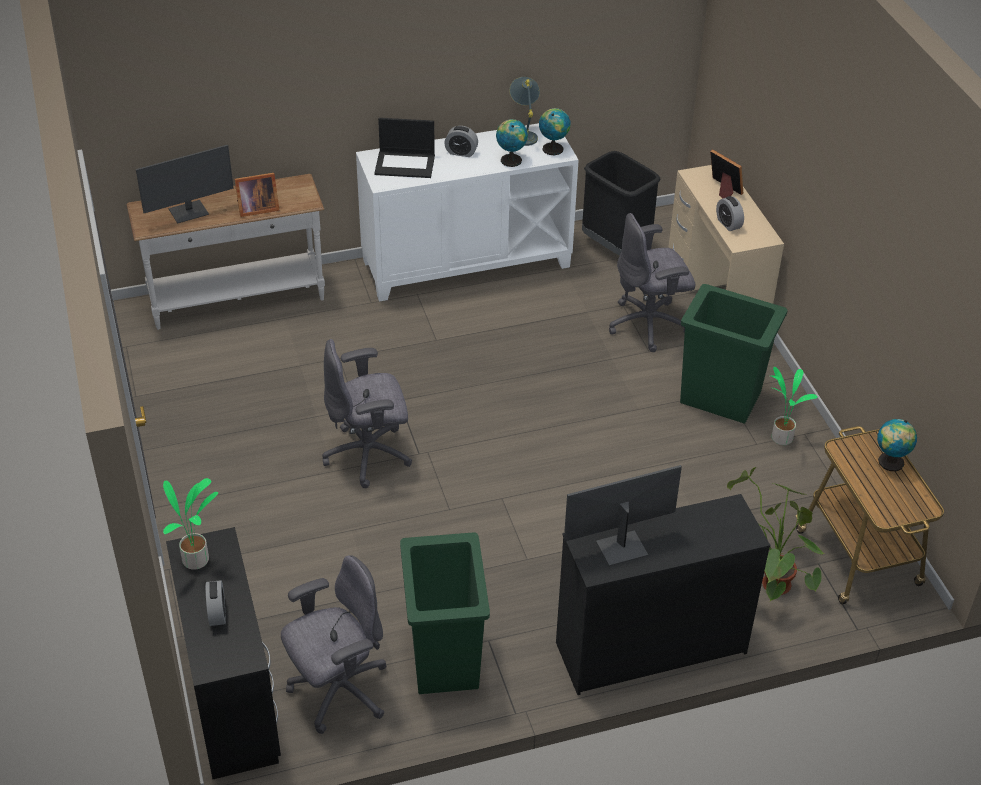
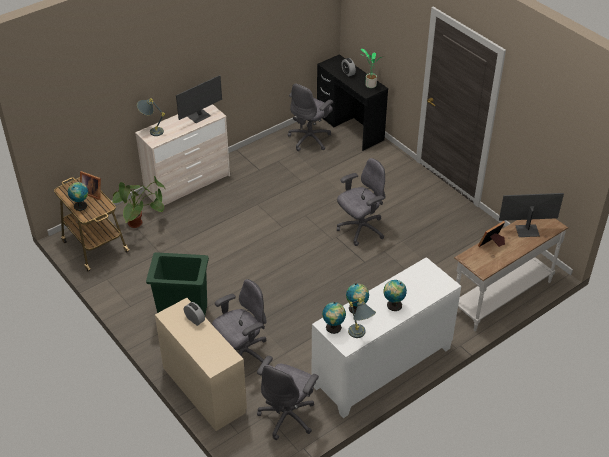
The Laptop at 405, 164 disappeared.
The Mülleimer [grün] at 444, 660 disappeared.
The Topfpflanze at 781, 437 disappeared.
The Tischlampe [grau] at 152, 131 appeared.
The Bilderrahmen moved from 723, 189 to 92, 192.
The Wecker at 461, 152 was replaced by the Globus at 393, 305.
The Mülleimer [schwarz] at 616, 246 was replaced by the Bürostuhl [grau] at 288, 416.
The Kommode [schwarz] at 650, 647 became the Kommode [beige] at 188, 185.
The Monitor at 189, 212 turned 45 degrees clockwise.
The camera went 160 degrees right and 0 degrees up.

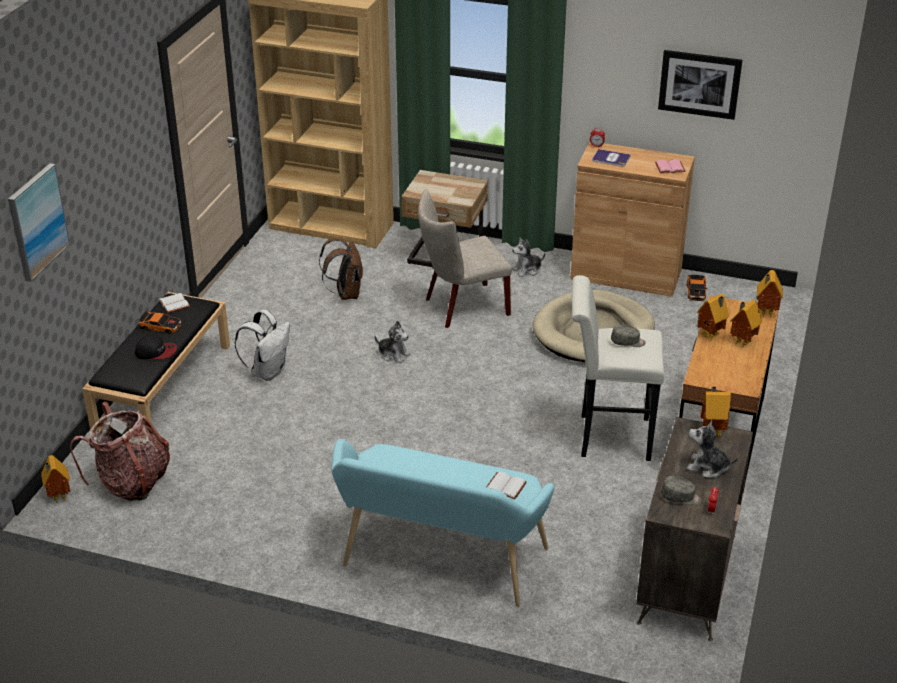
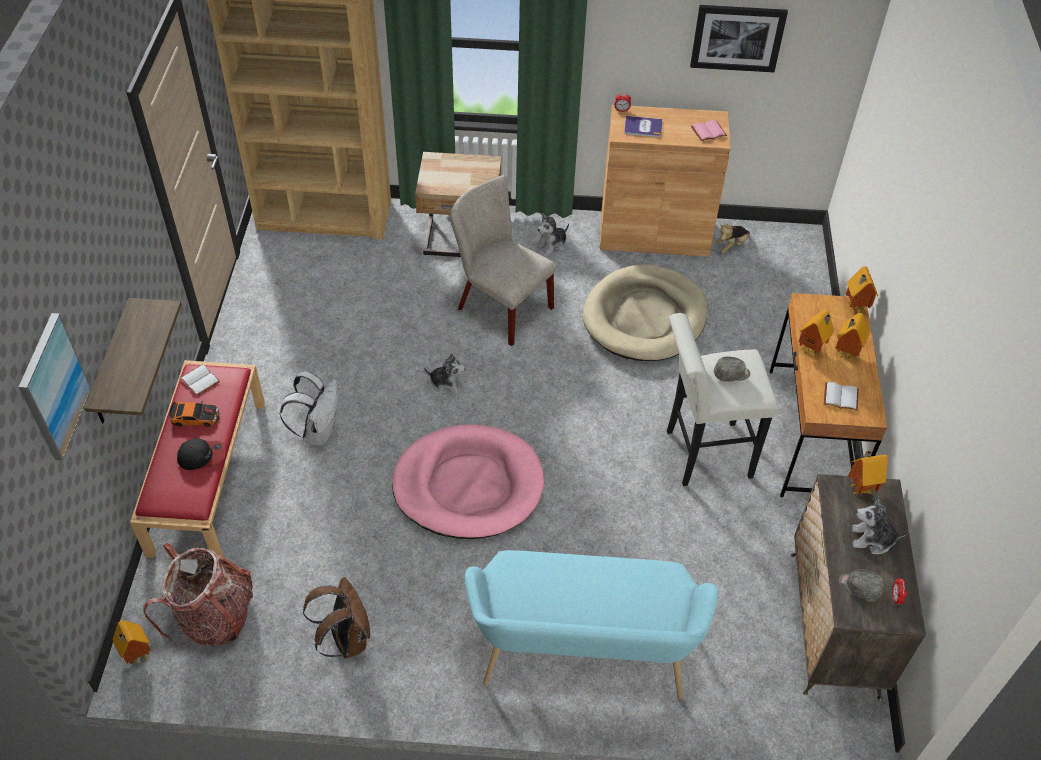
The Wandregal at 112, 365 appeared.
The Hundebett [rosa] at 468, 485 appeared.
The Rucksack [braun] moved from 345, 294 to 346, 639.
The Buch [weiß] moved from 506, 486 to 841, 396.
The Spielzeugauto at 696, 291 was replaced by the Plüschtier at 730, 246.
The Bank [schwarz] at 163, 387 became the Bank [rot] at 207, 474.
The Stuhl [beige] at 461, 307 turned 75 degrees clockwise.
The Kappe [grau] at 680, 497 turned 150 degrees counterclockwise.
The camera went 15 degrees left and 15 degrees up.

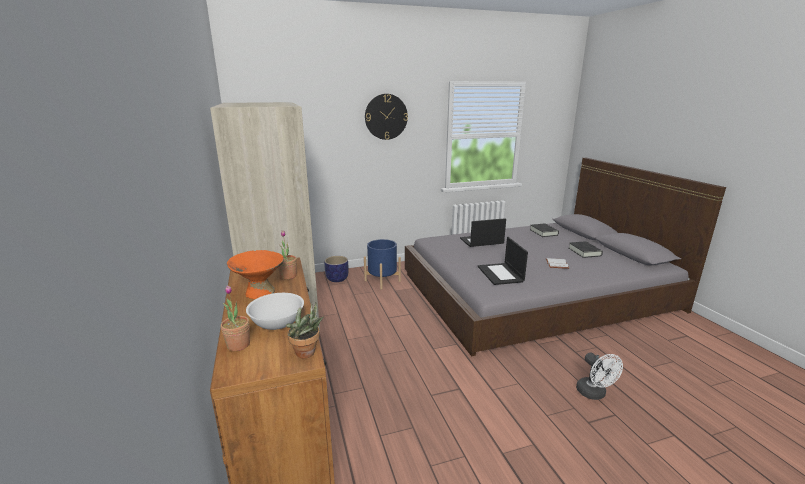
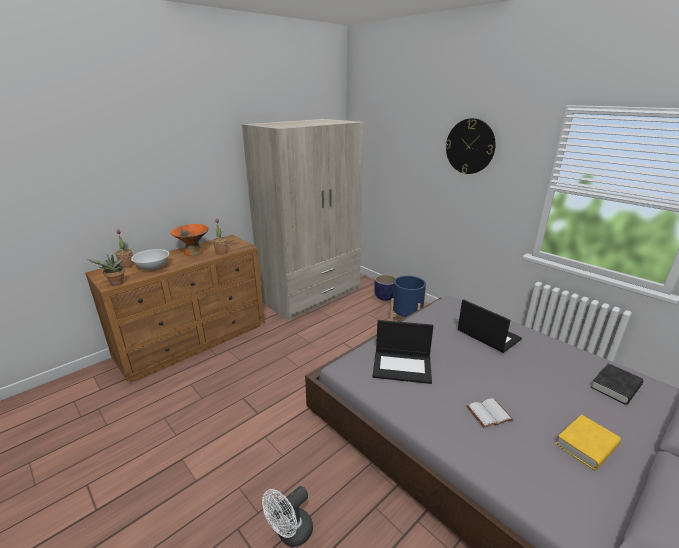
The Buch [schwarz] at 584, 252 became the Buch [gelb] at 586, 445.
The Laptop at 501, 274 turned 135 degrees counterclockwise.
The camera went 65 degrees right and 5 degrees up.

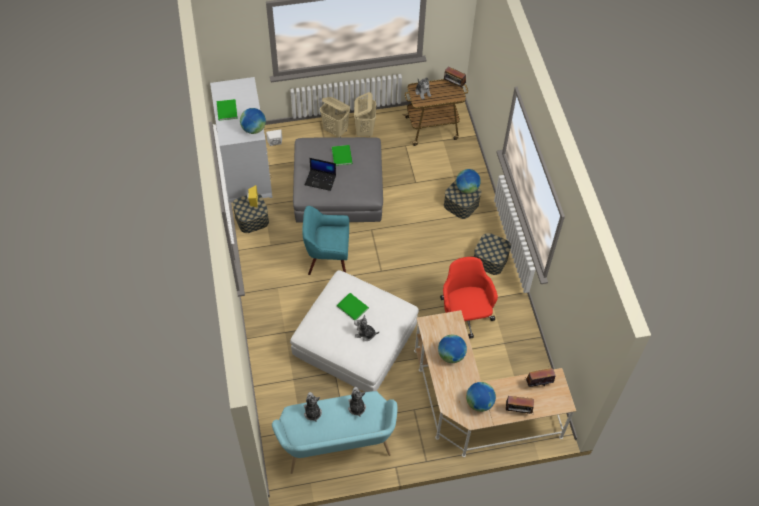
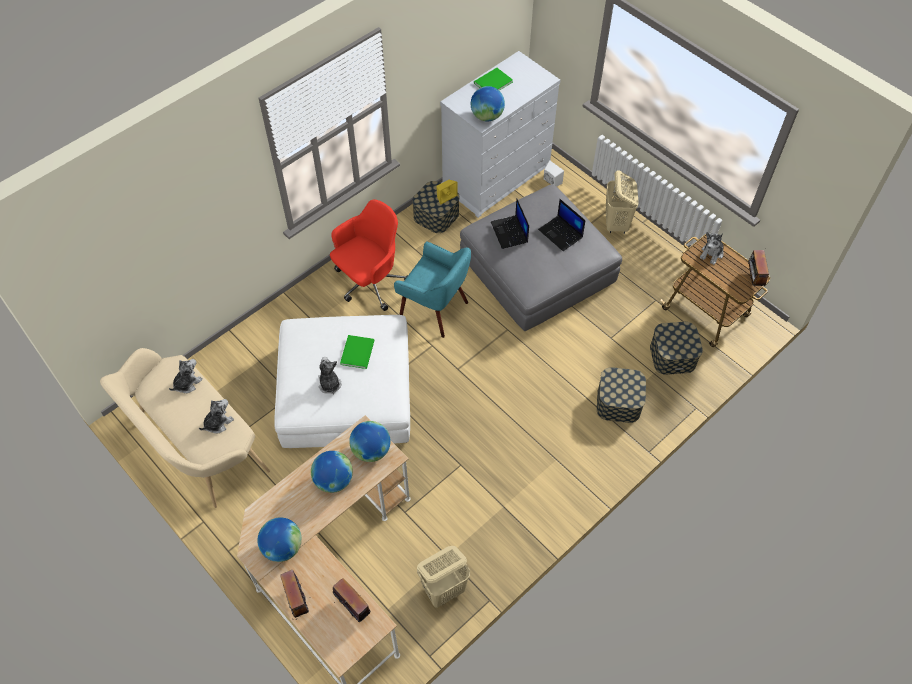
The Wäschekorb [beige] moved from 364, 130 to 444, 589.
The Bürostuhl [rot] moved from 464, 316 to 370, 282.
The Globus moved from 467, 188 to 371, 450.
The Aufbewahrungsbox moved from 490, 259 to 672, 356.
The Buch [grün] at 342, 155 was replaced by the Laptop at 561, 233.
The Bank [türkis] at 337, 447 became the Bank [beige] at 197, 448.
The Sessel [türkis] at 327, 259 turned 150 degrees clockwise.
The camera went 60 degrees right and 0 degrees up.

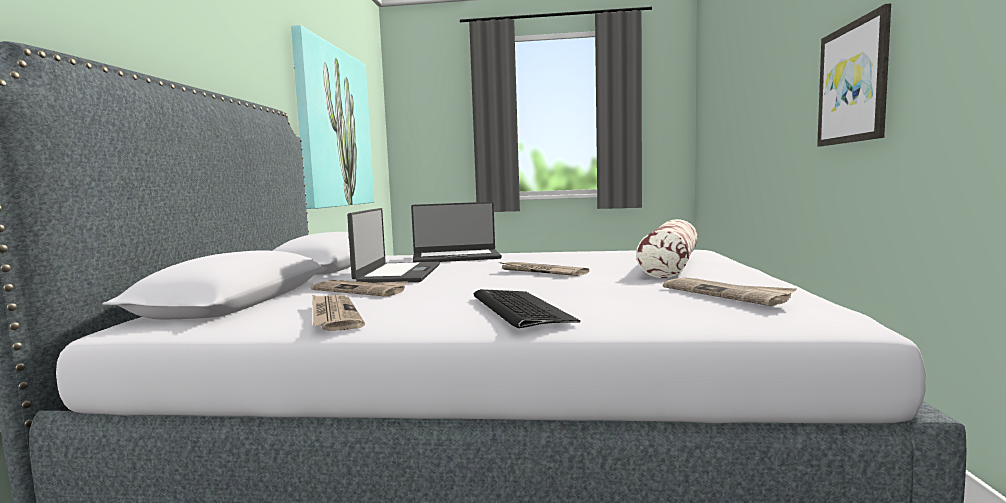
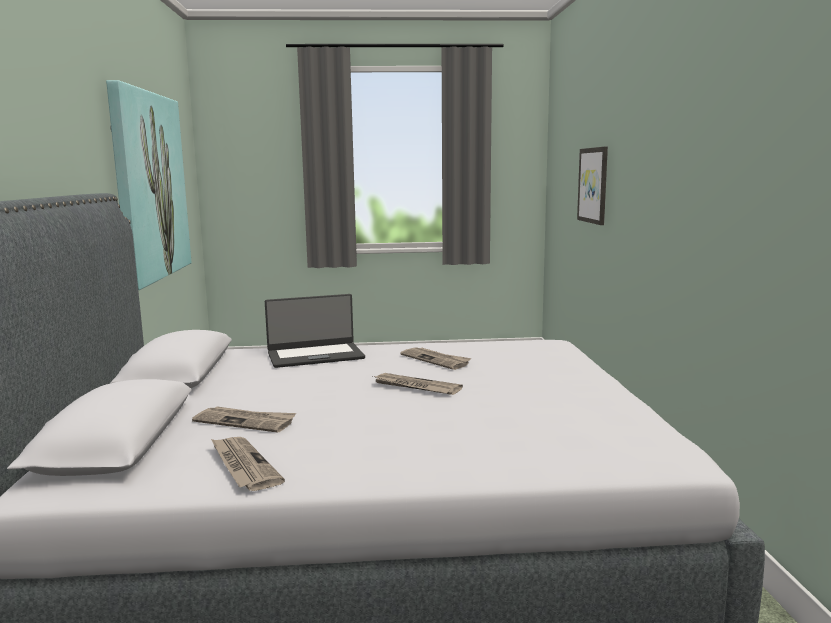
The Laptop at 398, 274 disappeared.
The Tastatur at 519, 309 disappeared.
The Kissen at 670, 265 disappeared.
The Zeitung moved from 726, 294 to 436, 360.
The Bild moved from 854, 83 to 593, 185.
The camera went 10 degrees left and 5 degrees up.

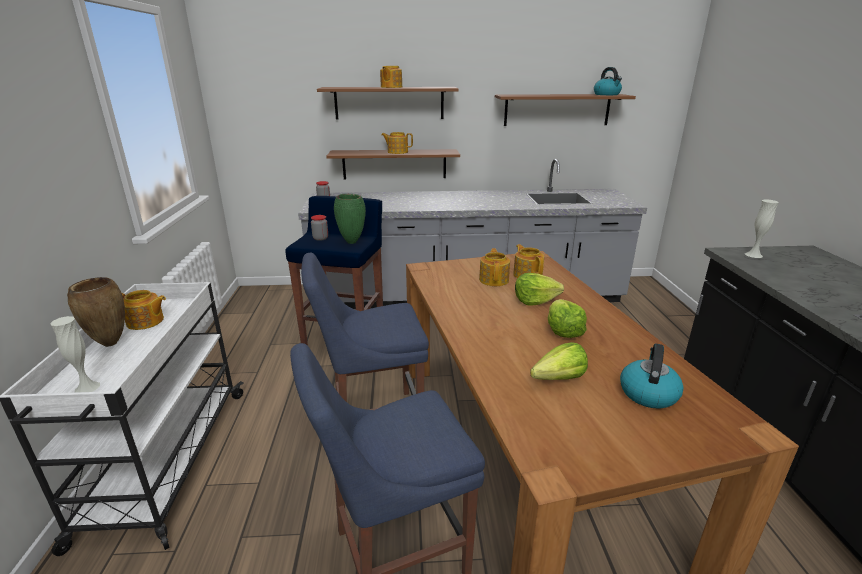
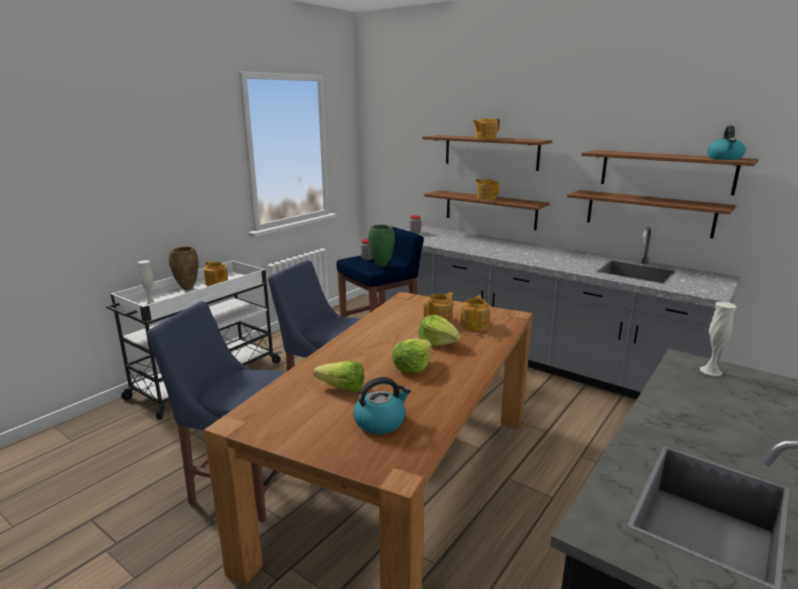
The Wandregal [braun] at 649, 213 appeared.
The camera went 40 degrees right and 5 degrees down.

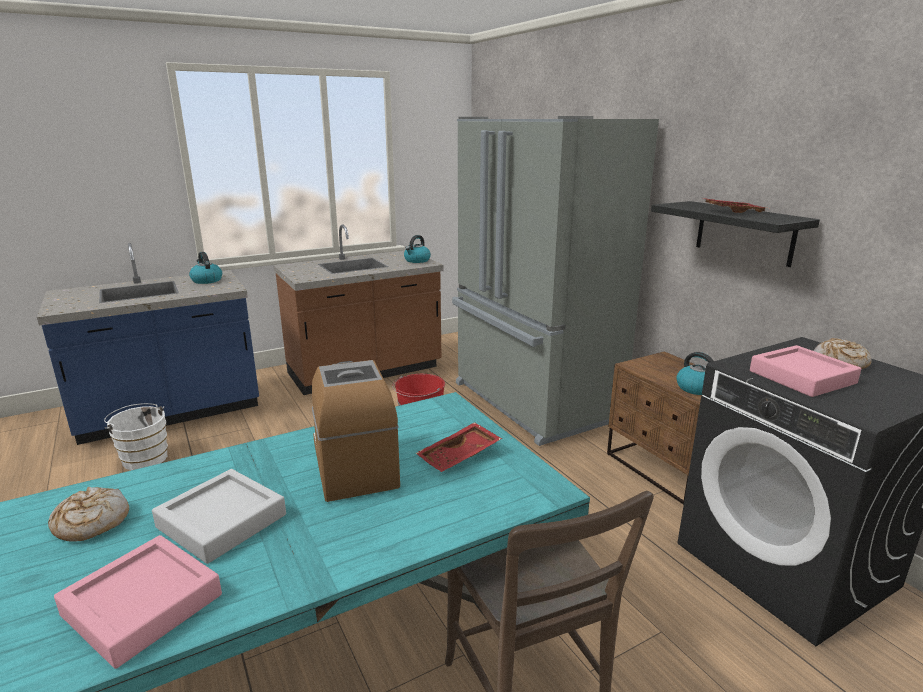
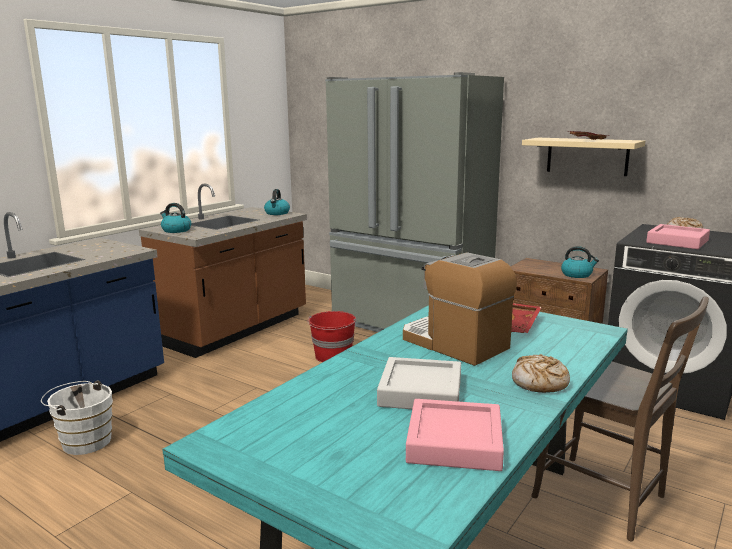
The Brot moved from 91, 523 to 539, 382.
The Wasserkessel moved from 206, 280 to 176, 230.
The Wandregal [schwarz] at 744, 233 became the Wandregal [beige] at 587, 156.
The camera went 25 degrees left and 5 degrees down.

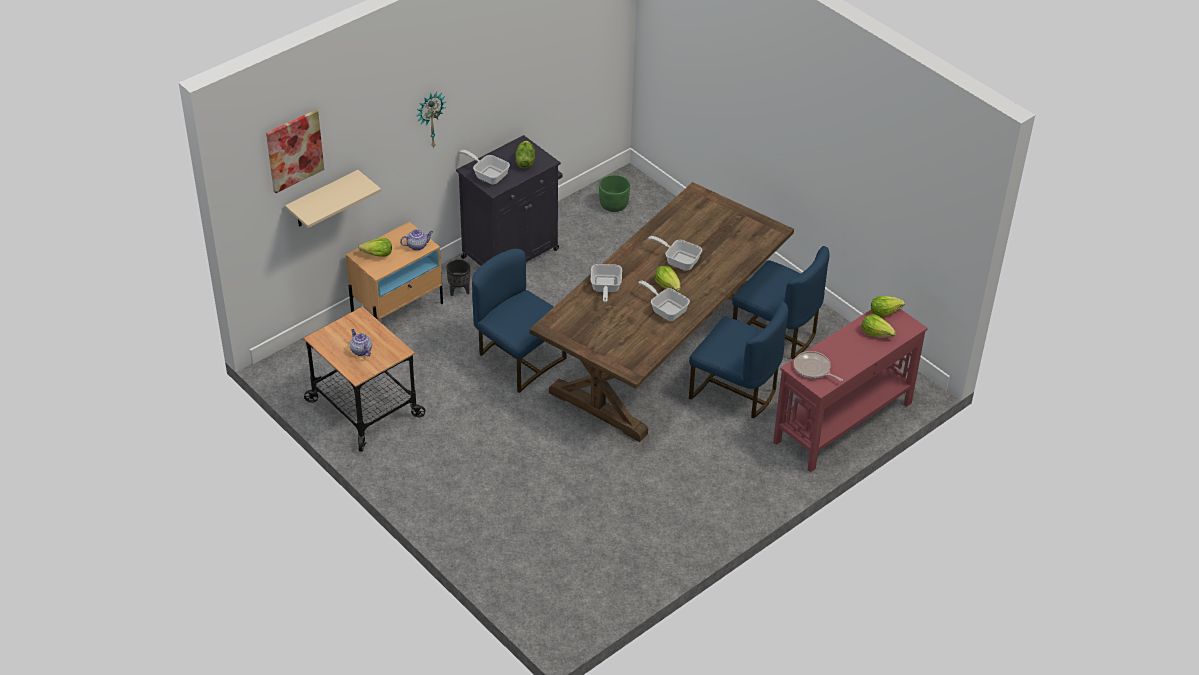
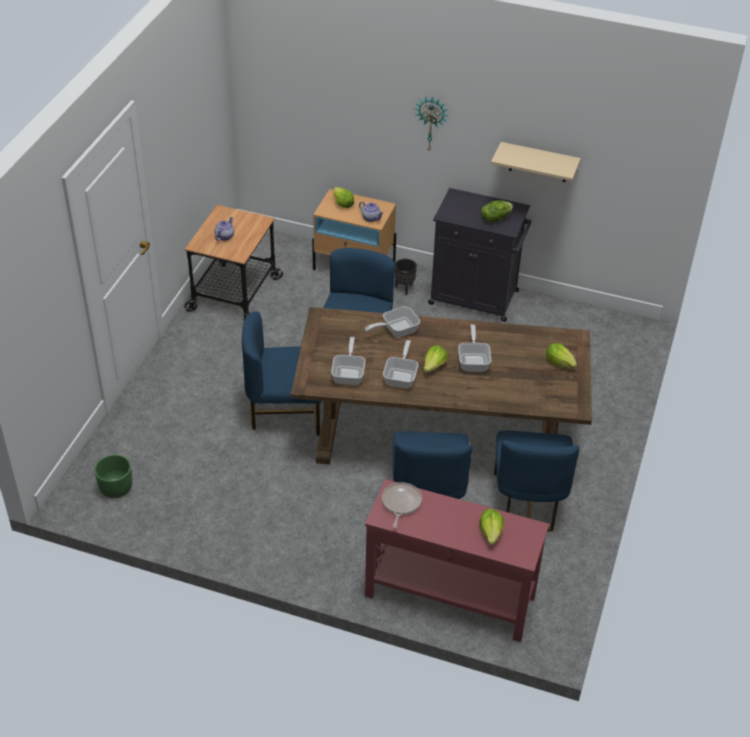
The Bild at 294, 150 disappeared.
The Stuhl [blau] at 285, 412 appeared.
The Wandregal [beige] moved from 323, 200 to 538, 162.
The Pfanne moved from 488, 175 to 349, 373.
The Pflanzkübel [grün] moved from 613, 205 to 116, 488.
The Salatkopf moved from 884, 311 to 560, 363.
The camera went 60 degrees right and 0 degrees up.

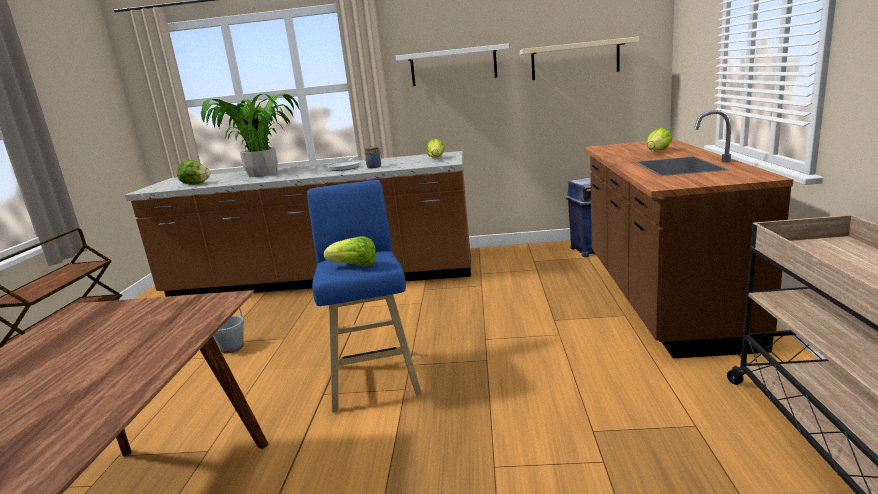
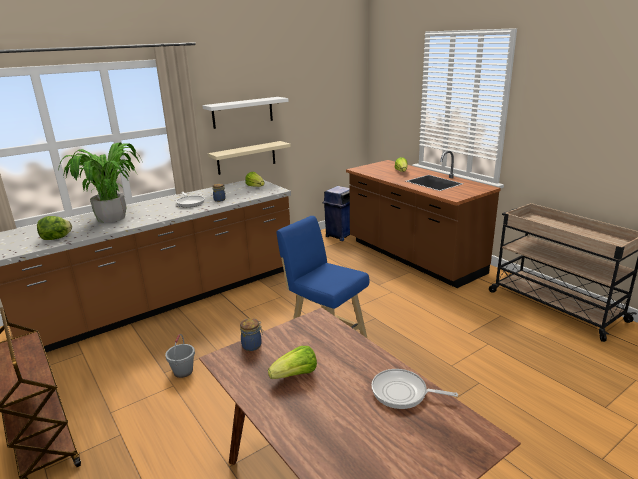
The Vorratsglas at 252, 345 appeared.
The Pfanne at 402, 393 appeared.
The Salatkopf moved from 354, 266 to 295, 375.
The Wandregal [beige] moved from 575, 60 to 246, 157.
The camera went 40 degrees left and 5 degrees up.

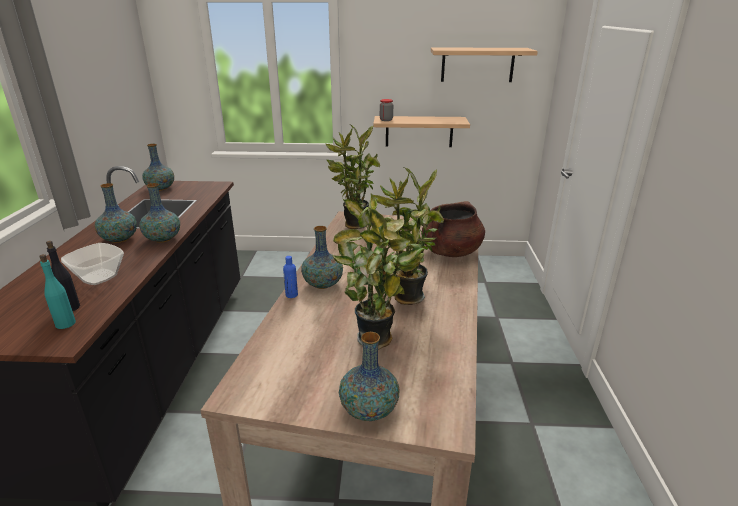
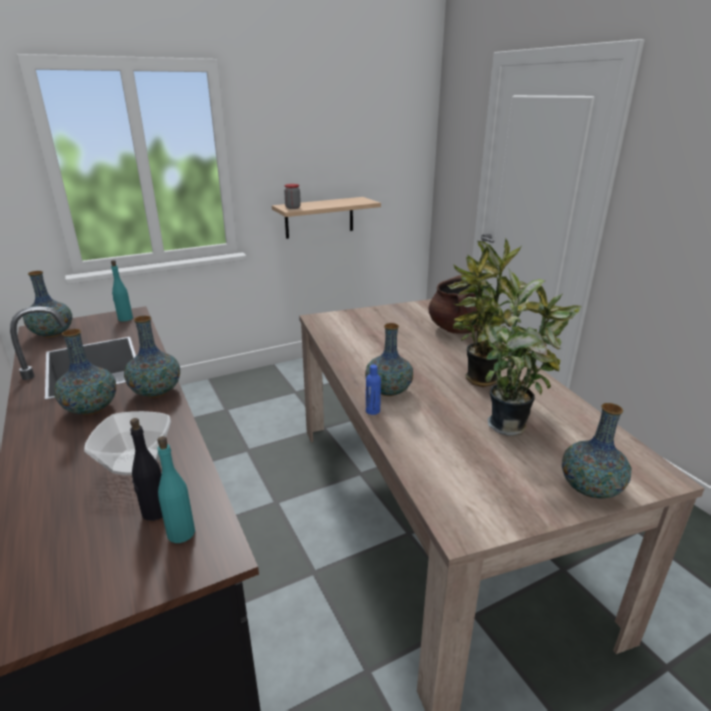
The Topfpflanze at 353, 225 disappeared.
The Wandregal at 477, 65 disappeared.
The Flasche [türkis] at 125, 318 appeared.
The camera went 30 degrees left and 0 degrees up.

